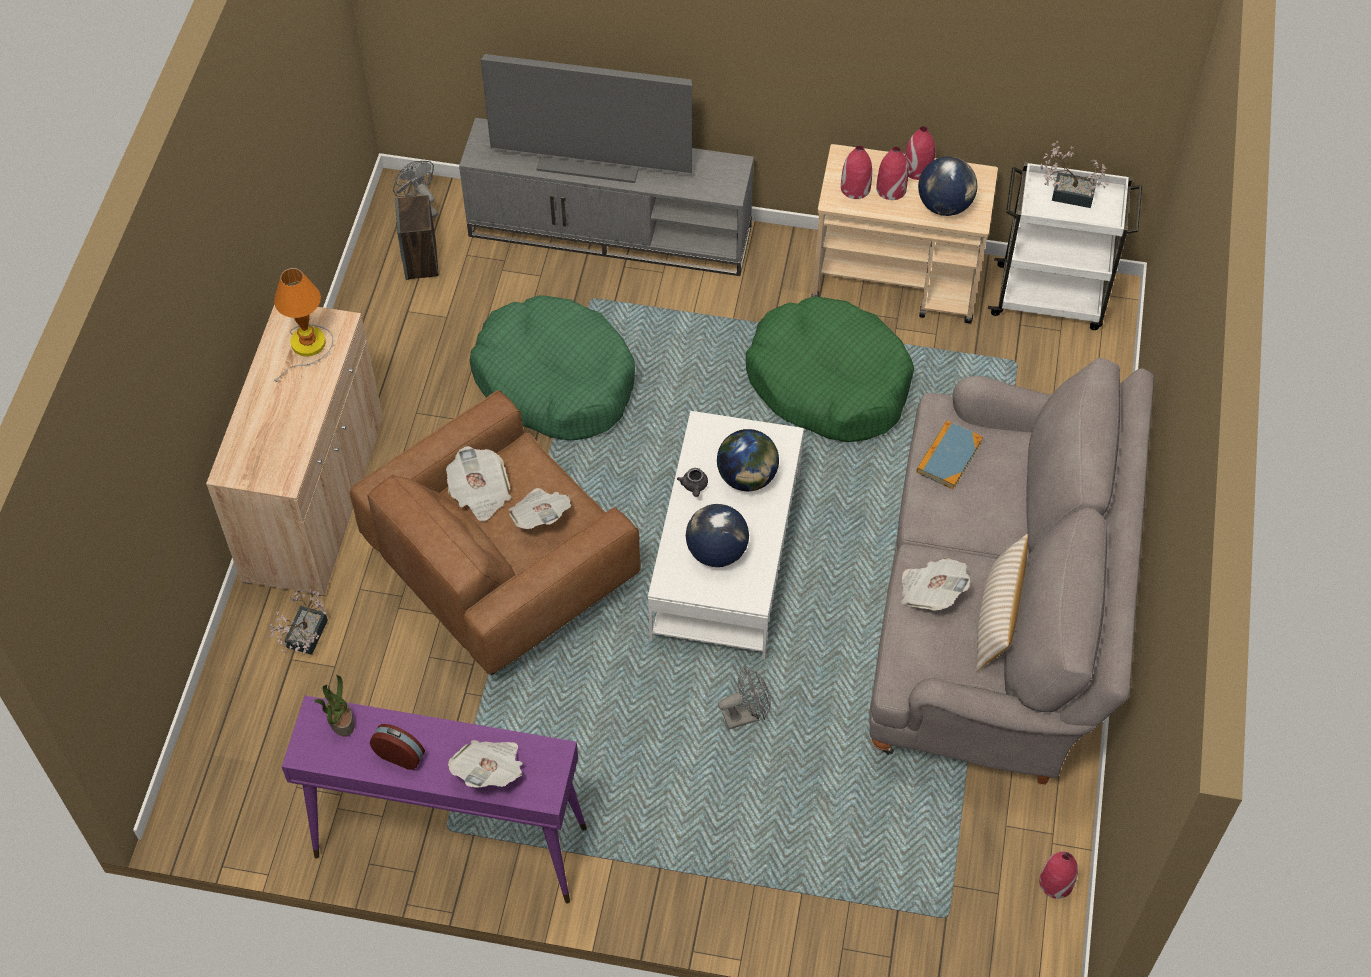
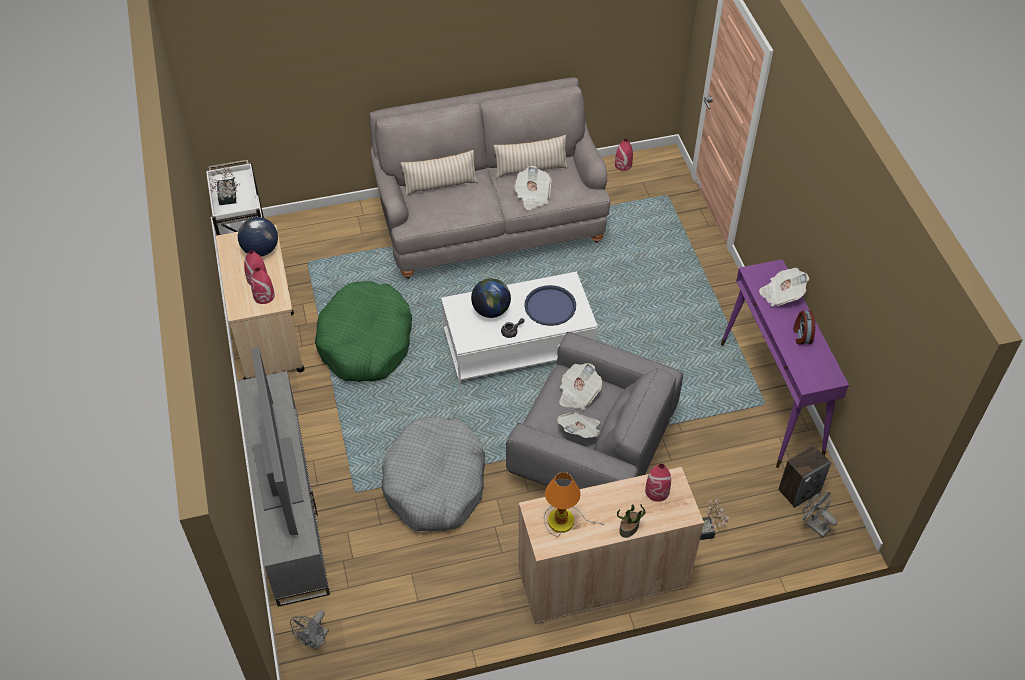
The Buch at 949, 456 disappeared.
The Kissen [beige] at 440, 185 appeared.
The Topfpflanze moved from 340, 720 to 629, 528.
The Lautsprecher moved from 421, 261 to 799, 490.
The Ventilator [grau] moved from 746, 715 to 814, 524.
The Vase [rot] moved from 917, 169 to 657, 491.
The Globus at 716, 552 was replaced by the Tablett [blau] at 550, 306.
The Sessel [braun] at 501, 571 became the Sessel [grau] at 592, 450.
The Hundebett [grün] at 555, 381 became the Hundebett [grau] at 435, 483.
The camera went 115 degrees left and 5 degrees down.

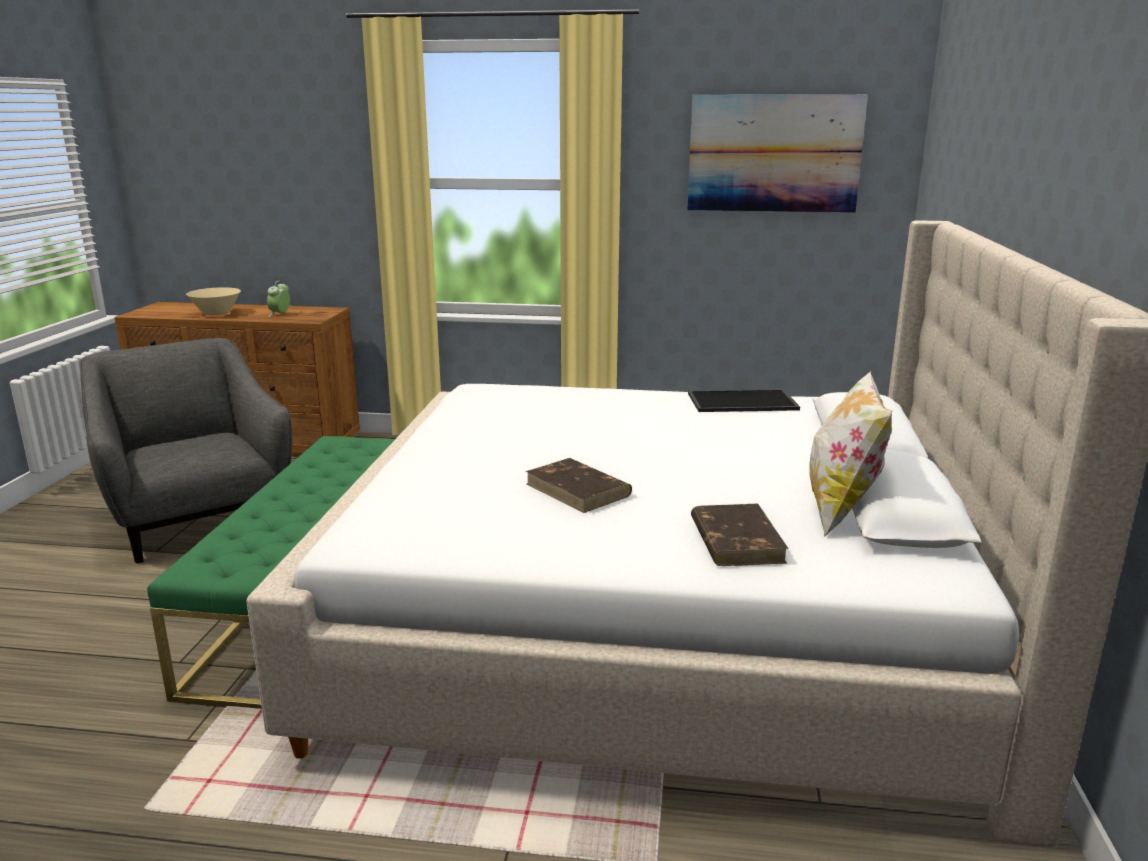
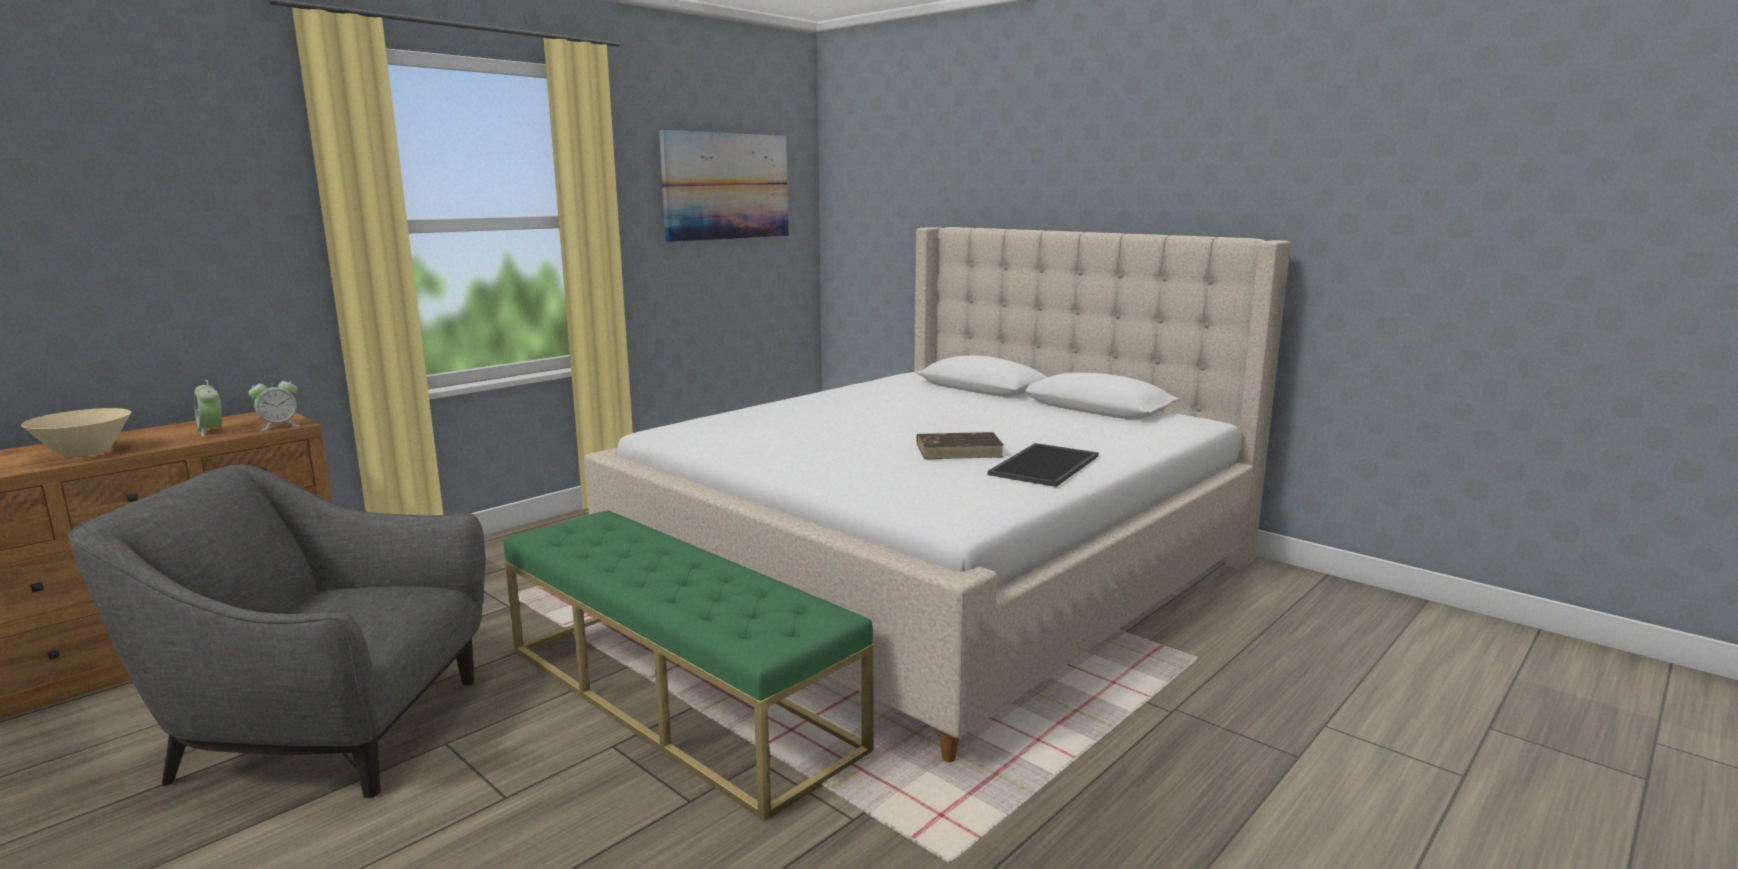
The Buch [braun] at 736, 540 disappeared.
The Kissen at 841, 508 disappeared.
The Wecker at 279, 426 appeared.
The Tablett moved from 743, 401 to 1043, 464.
The camera went 55 degrees left and 5 degrees down.

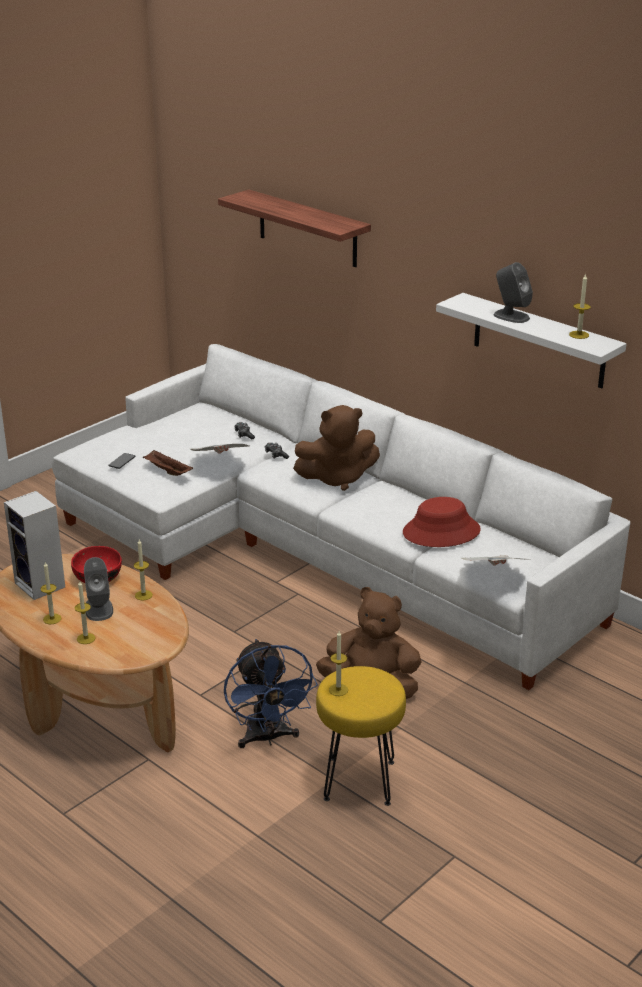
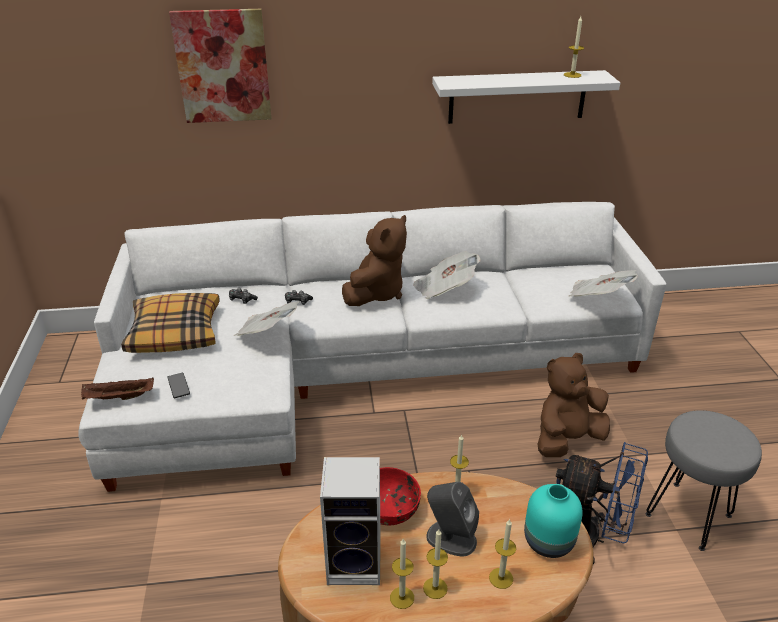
The Hut [rot] at 441, 532 disappeared.
The Lautsprecher [grau] at 511, 316 disappeared.
The Kissen at 175, 332 appeared.
The Zeitung at 444, 289 appeared.
The Vase [türkis] at 549, 540 appeared.
The Tablett [braun] moved from 167, 471 to 118, 398.
The Kerze moved from 338, 690 to 402, 597.
The Wandregal at 307, 229 was replaced by the Bild at 223, 66.
The Hocker [gelb] at 360, 781 became the Hocker [grau] at 689, 515.
The camera went 50 degrees left and 5 degrees up.

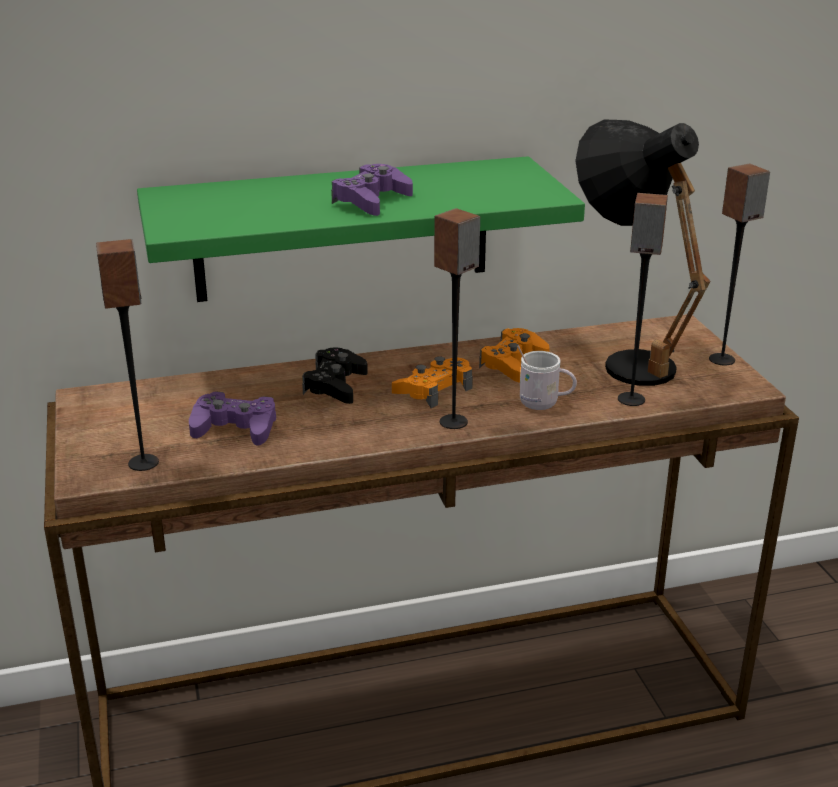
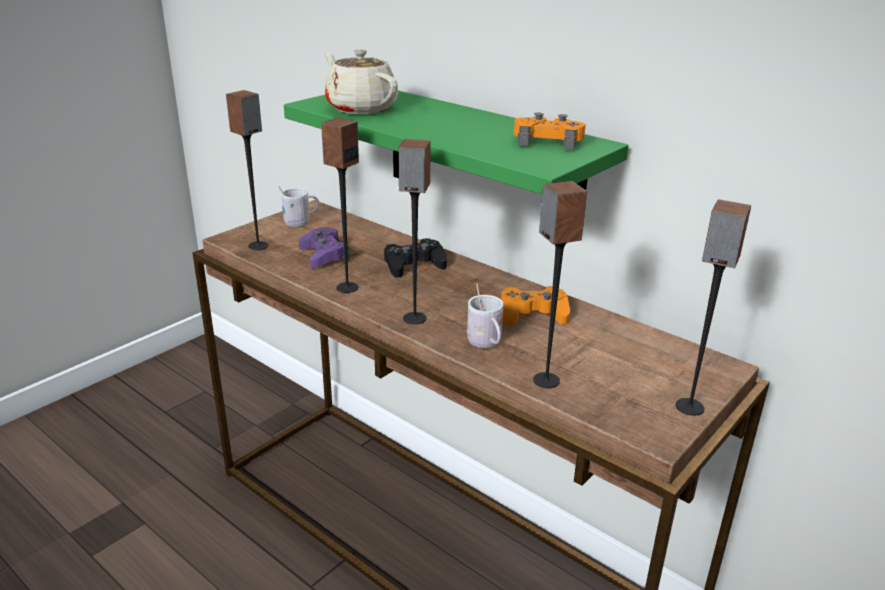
The Gamepad [lila] at 371, 200 disappeared.
The Tischlampe [schwarz] at 625, 358 disappeared.
The Henkelbecher [weiß] at 301, 223 appeared.
The Lautsprecher at 347, 287 appeared.
The Teekanne [beige] at 360, 108 appeared.
The Gamepad [orange] moved from 433, 390 to 548, 142.
The camera went 55 degrees right and 0 degrees up.

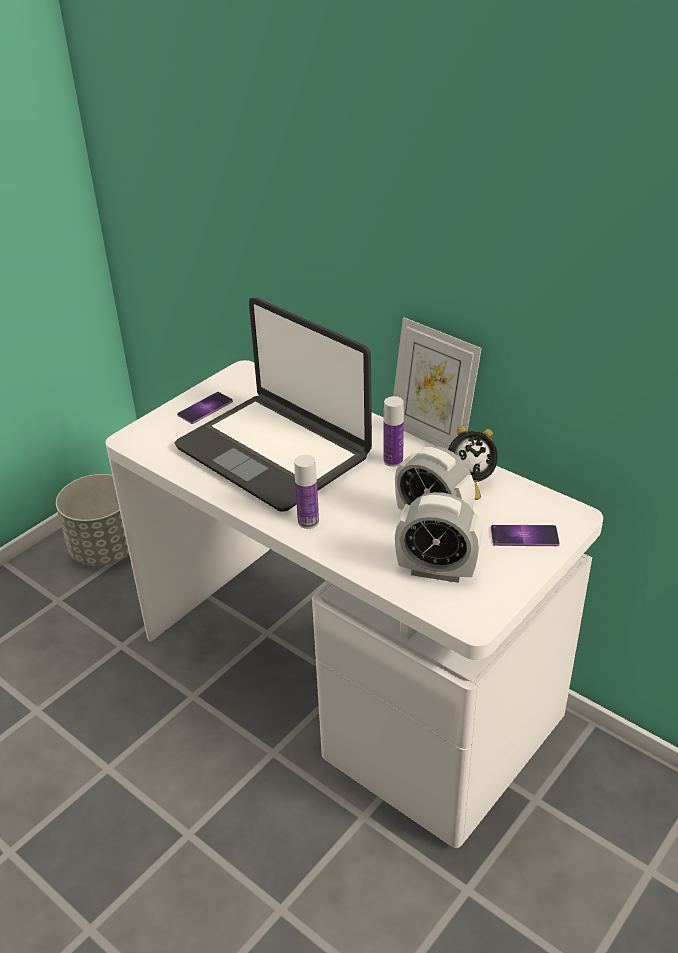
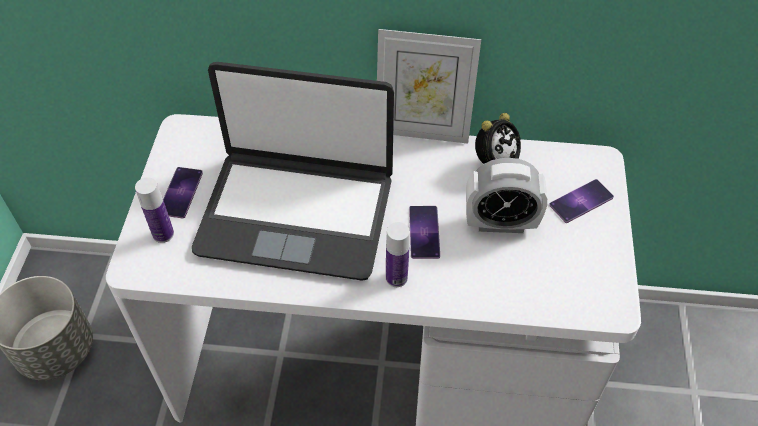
The Wecker at 437, 570 disappeared.
The Handy at 424, 232 appeared.
The Flasche moved from 393, 460 to 163, 234.
The camera went 35 degrees left and 15 degrees up.

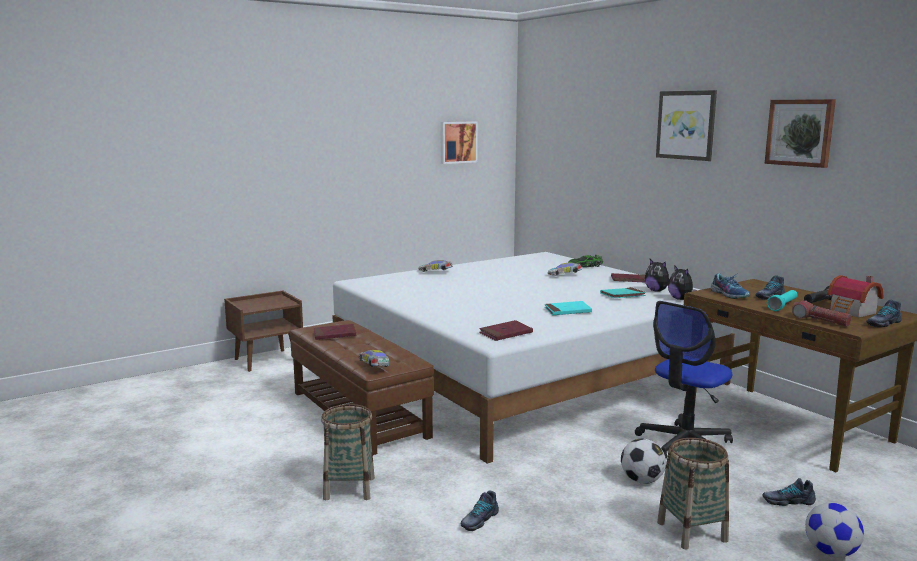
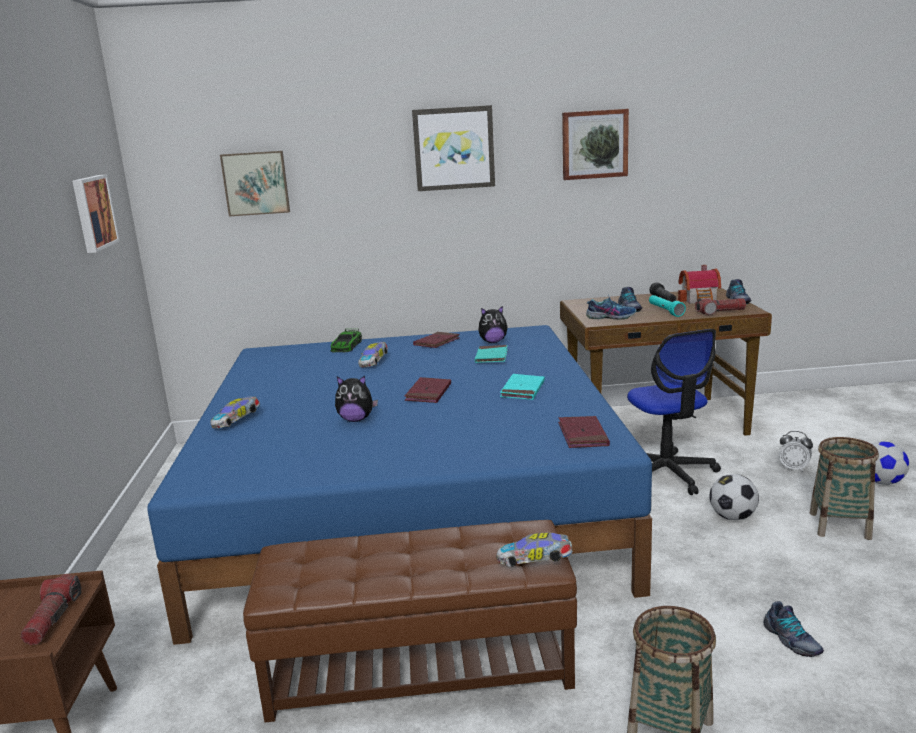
The Taschenlampe at 53, 618 appeared.
The Bild at 256, 183 appeared.
The Buch [rot] moved from 334, 334 to 428, 393.
The Plüschtier moved from 680, 299 to 356, 419.
The Schuh at 787, 501 was replaced by the Wecker at 794, 468.
The Bett [weiß] at 523, 372 became the Bett [blau] at 410, 499.
The camera went 60 degrees left and 5 degrees up.

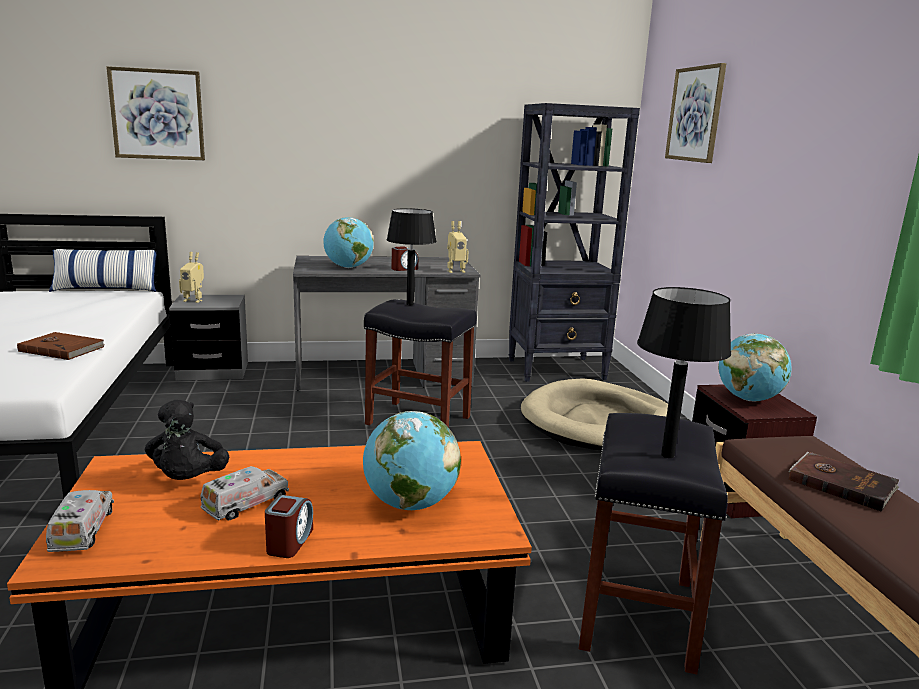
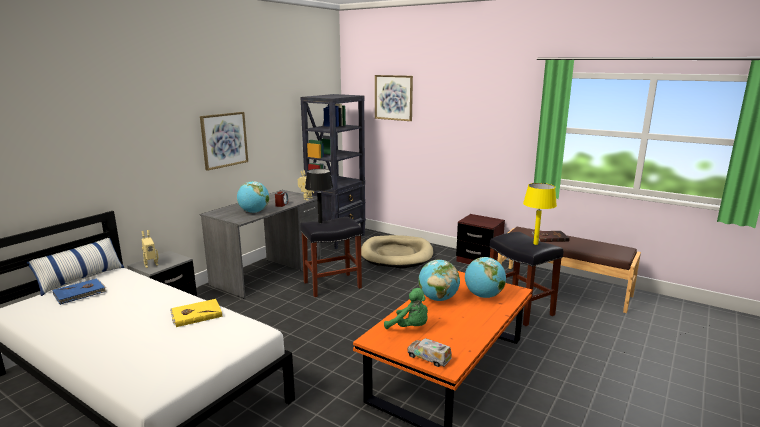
The Spielzeuglaster at 246, 504 disappeared.
The Wecker at 289, 542 disappeared.
The Buch [blau] at 80, 293 appeared.
The Bild moved from 157, 114 to 224, 140.
The Globus moved from 748, 399 to 438, 299.
The Buch [braun] at 62, 349 became the Buch [gelb] at 196, 314.
The Plüschtier [schwarz] at 188, 480 became the Plüschtier [grün] at 410, 327.
The Tischlampe [schwarz] at 667, 455 became the Tischlampe [gelb] at 535, 244.
The camera went 45 degrees left and 0 degrees up.

